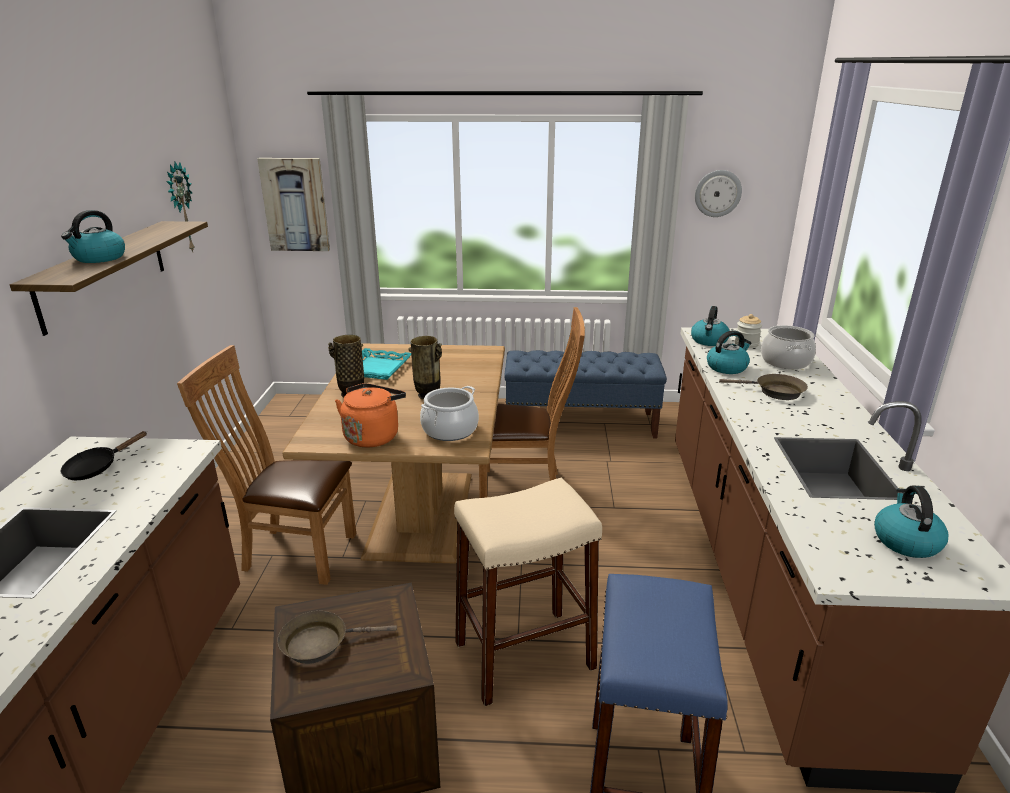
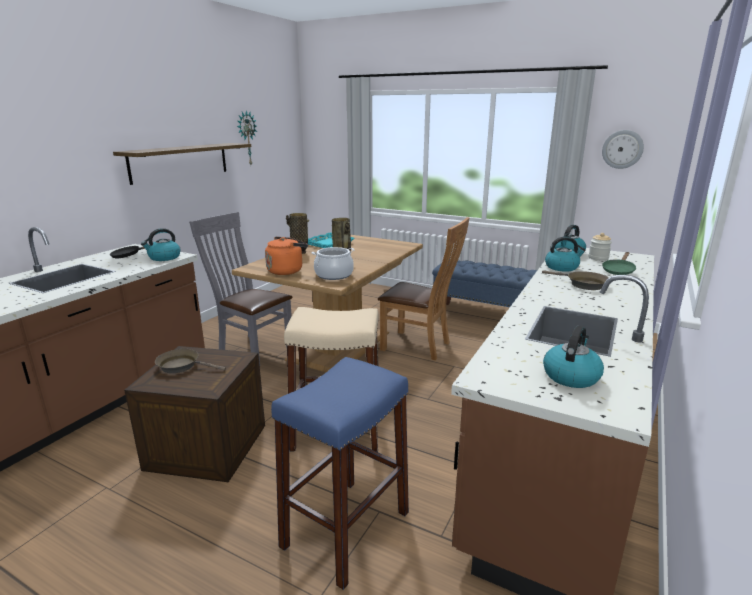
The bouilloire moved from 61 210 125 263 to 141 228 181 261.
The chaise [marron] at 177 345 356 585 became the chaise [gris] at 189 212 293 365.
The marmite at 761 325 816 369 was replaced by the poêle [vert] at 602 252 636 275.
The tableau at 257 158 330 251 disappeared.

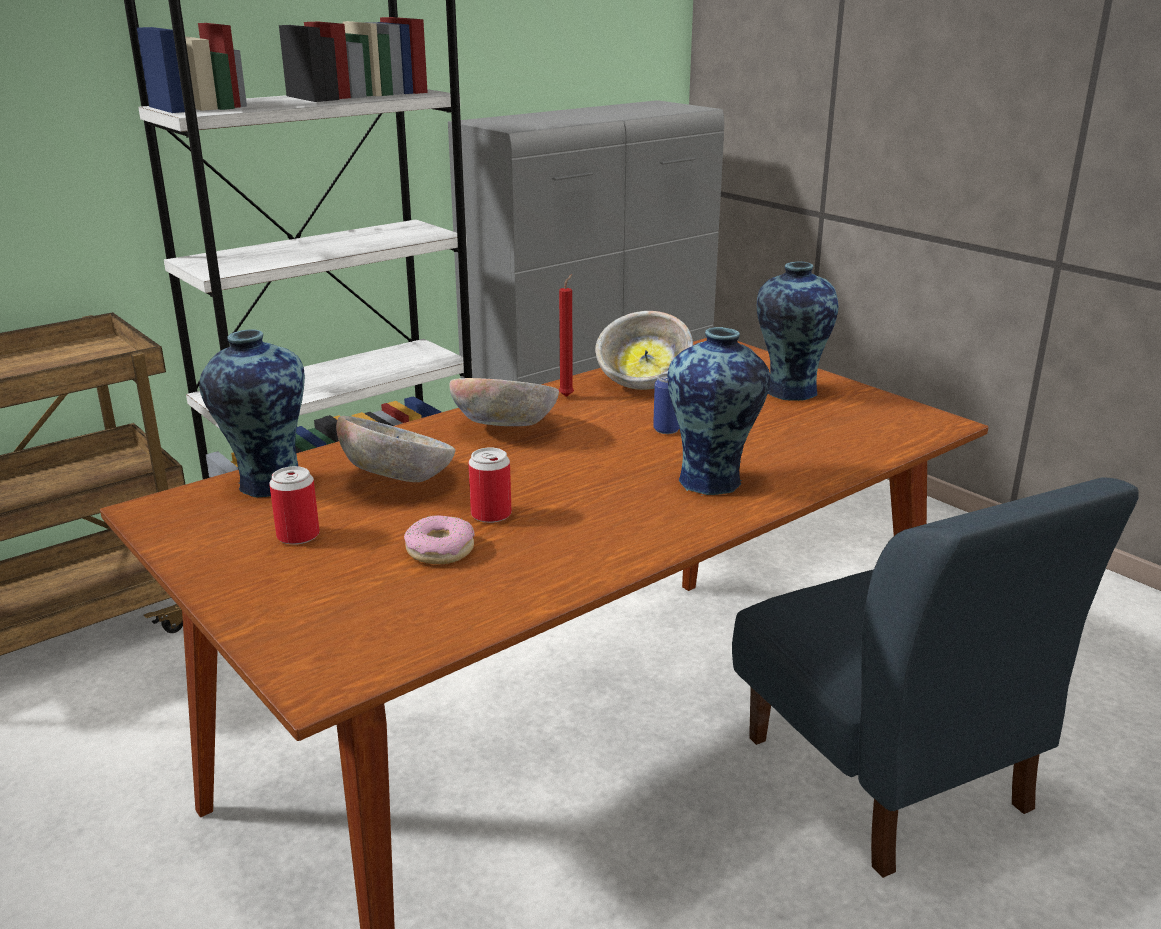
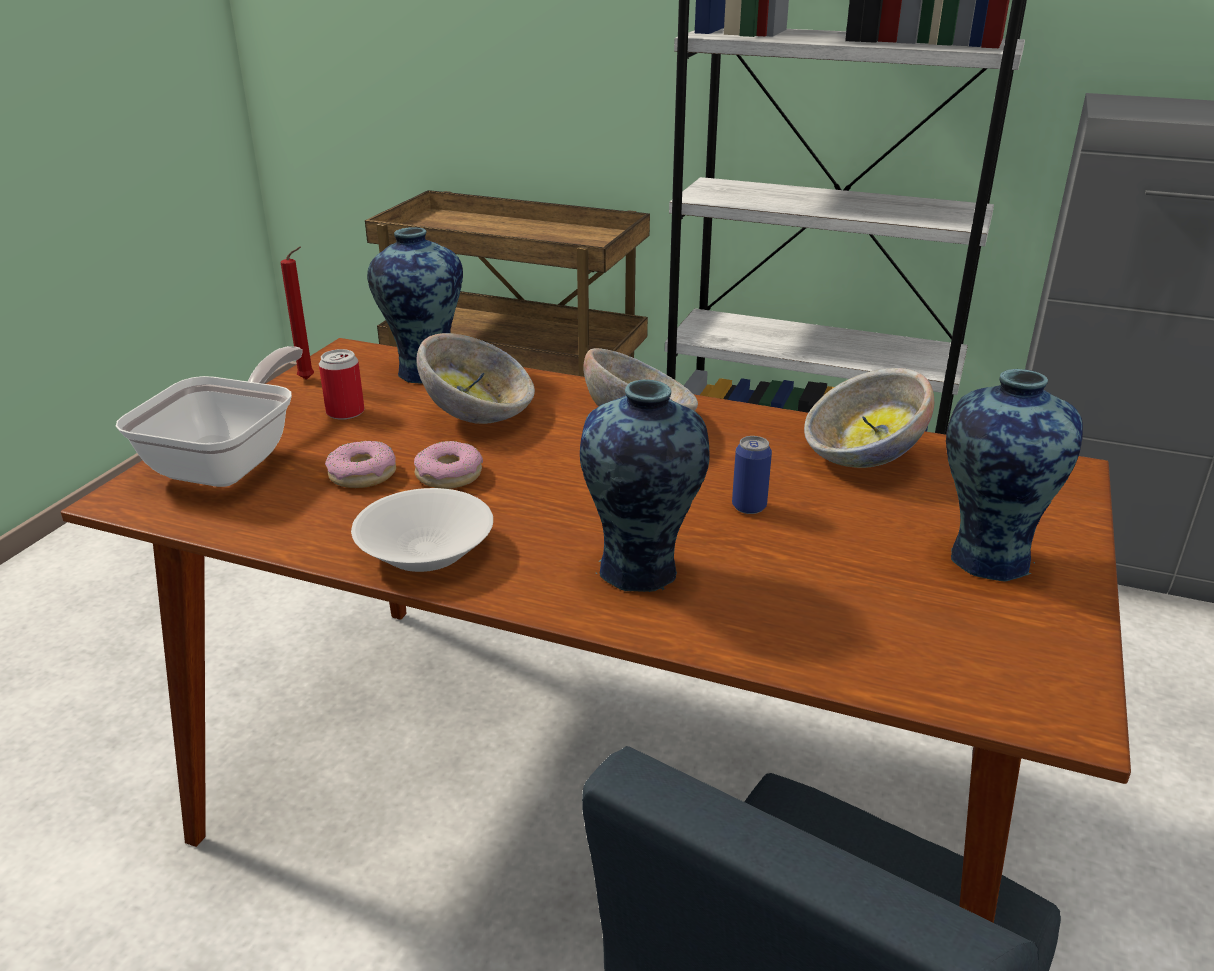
The poêle at 116 346 303 487 appeared.
The bougie [rouge] moved from 559 274 574 397 to 281 247 314 380.
The bol [blanc] at 351 488 493 572 appeared.
The boîte métallique at 468 447 512 523 was replaced by the beignet at 414 441 483 489.

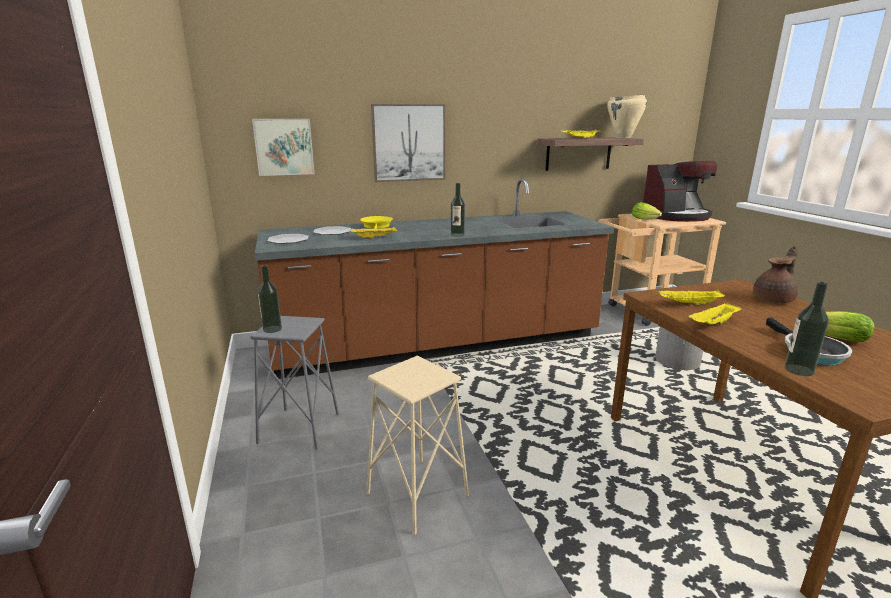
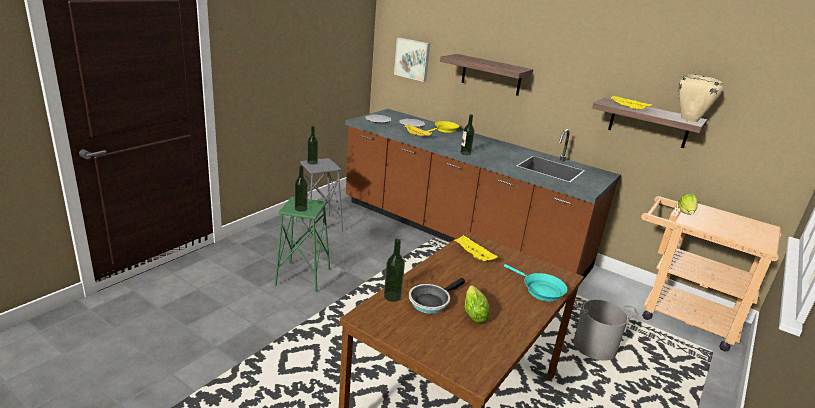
The tabouret [beige] at 366 355 469 535 became the tabouret [vert] at 275 197 330 292.
The bouteille at 295 165 308 212 appeared.
The tableau at 371 104 445 182 was replaced by the étagère at 440 54 533 96.
The théière [marron] at 753 246 798 303 was replaced by the poêle [turquoise] at 504 264 567 302.
The machine à café at 643 161 717 222 disappeared.
The plateau [jaune] at 689 302 742 325 disappeared.

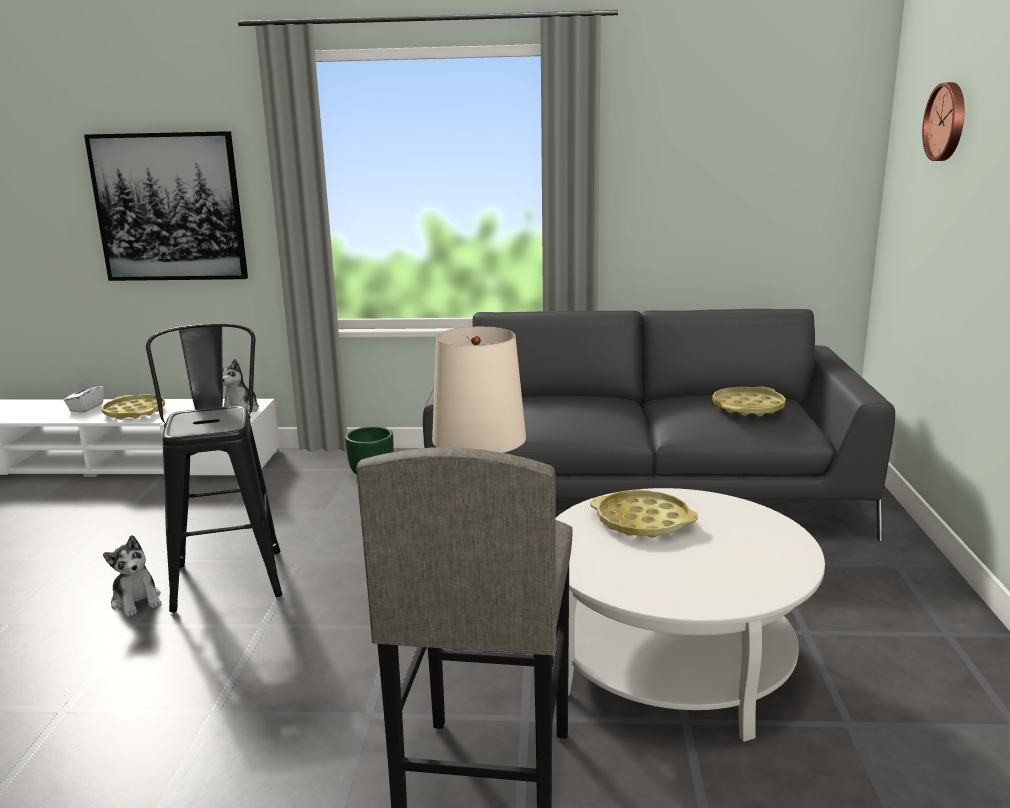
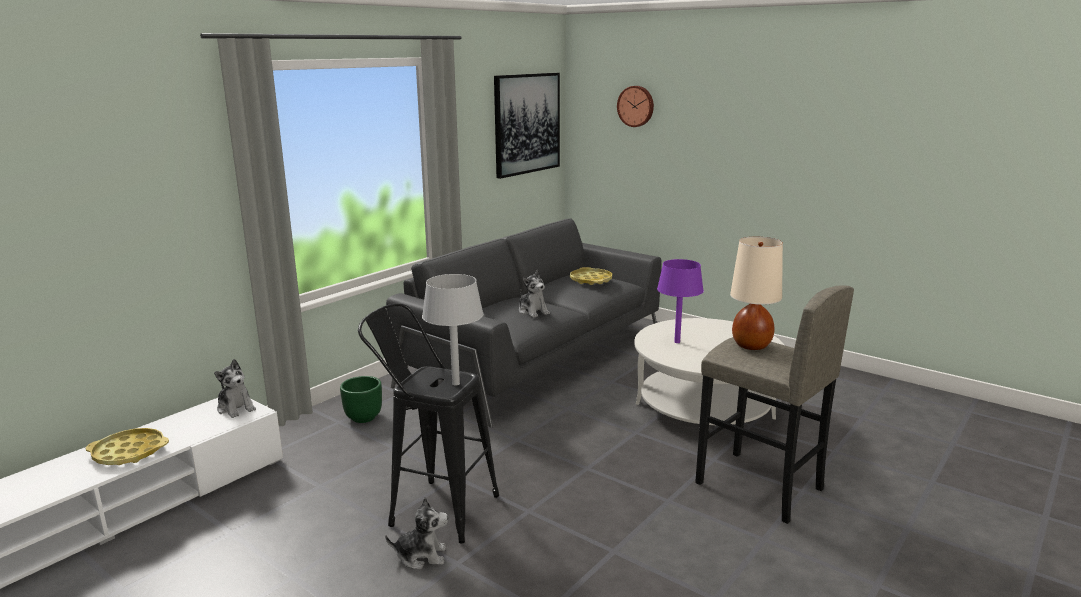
The lampe de table [gris] at 422 274 484 385 appeared.
The tableau moved from 84 131 248 281 to 494 73 560 179.
The peluche at 519 269 550 318 appeared.
The plateau [jaune] at 590 490 698 538 was replaced by the lampe de table [violet] at 657 259 704 343.
The boîte à mouchoirs [blanc] at 64 380 104 413 disappeared.

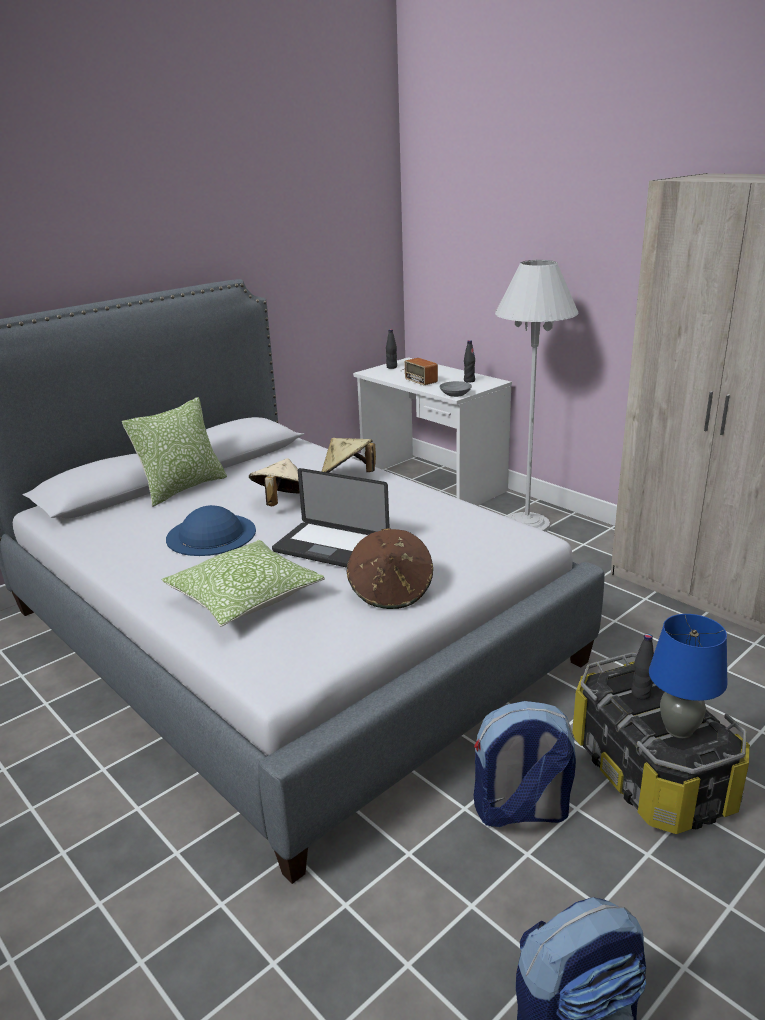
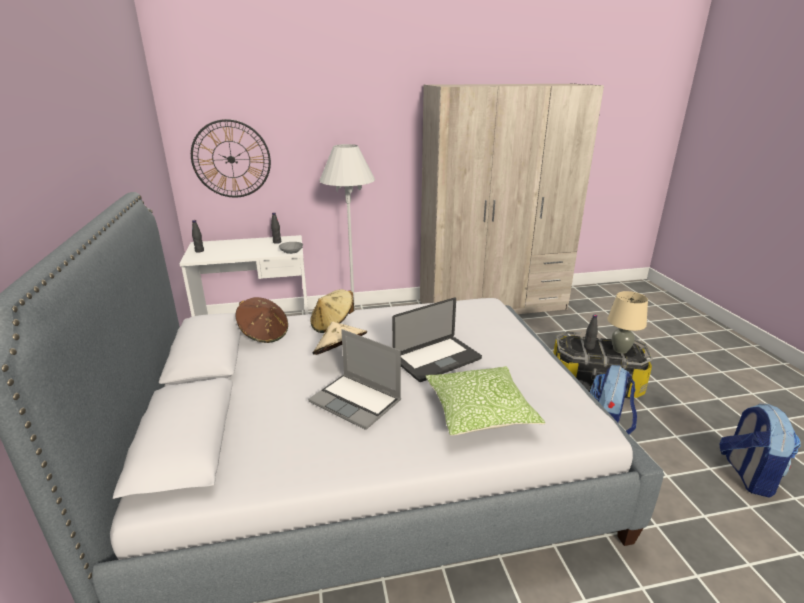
The horloge murale at 191 119 271 197 appeared.
The chapeau [marron] moved from 346 528 433 609 to 235 297 288 343.
The chapeau [bleu] at 166 505 256 556 was replaced by the ordinateur portable at 308 329 401 430.
The lampe de table [bleu] at 649 614 728 739 became the lampe de table [beige] at 608 291 648 354.
The coussin at 122 397 227 507 disappeared.
The radio at 400 358 438 385 disappeared.

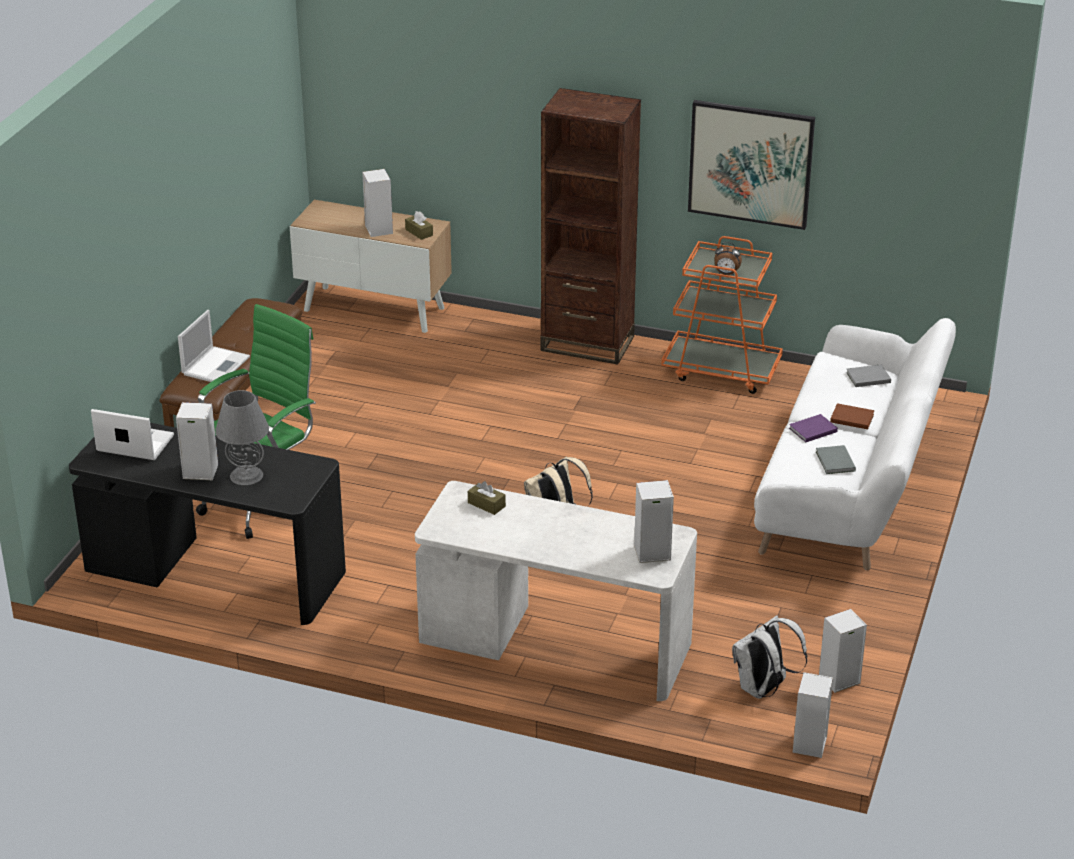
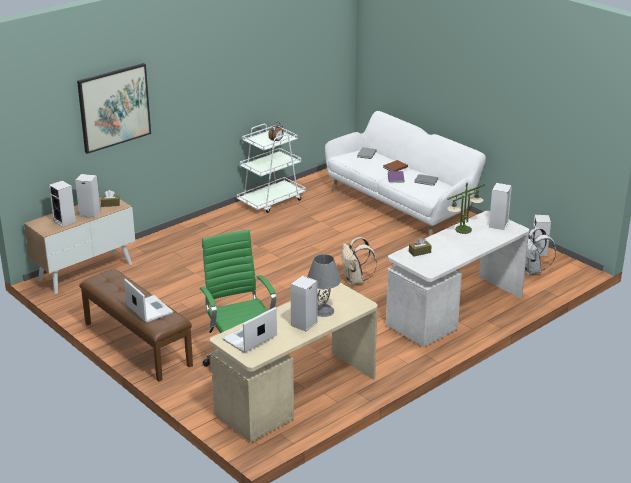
The enceinte moved from 793 672 833 758 to 49 180 76 227.
The tableau moved from 688 100 815 230 to 77 63 151 154.
The bureau [noir] at 69 423 346 625 became the bureau [beige] at 210 283 378 442.
The chariot [orange] at 661 236 783 394 became the chariot [blanc] at 236 124 306 213.
The lampe de table at 447 183 485 234 appeared.
The bibliothèque [marron] at 540 88 641 365 disappeared.

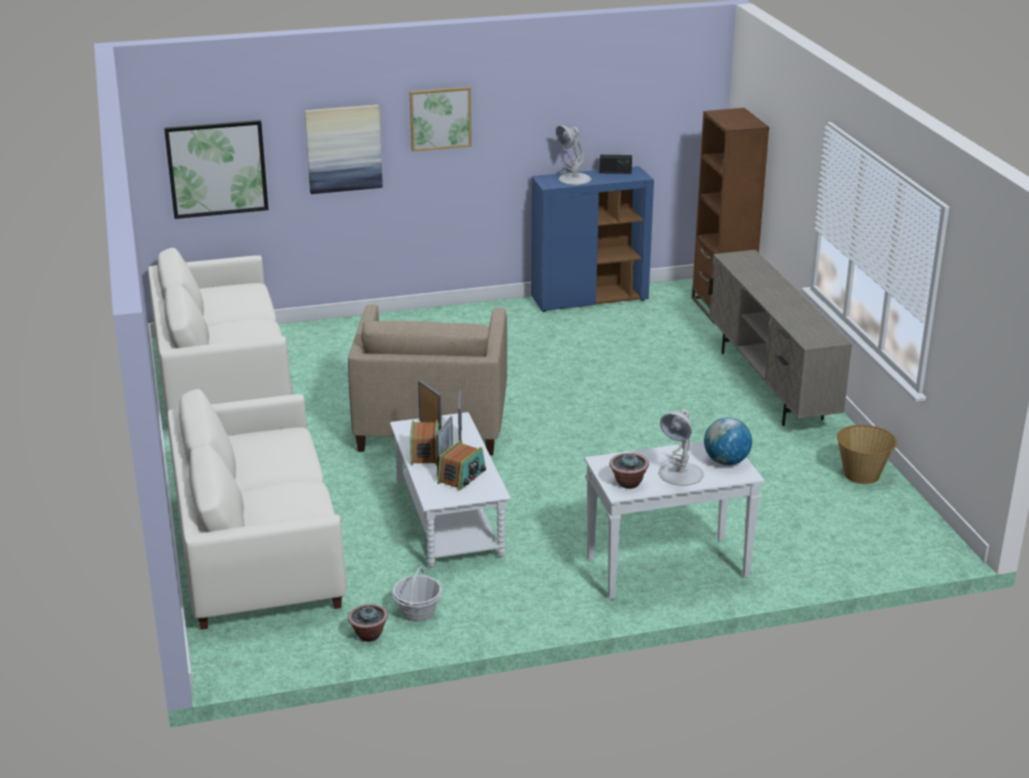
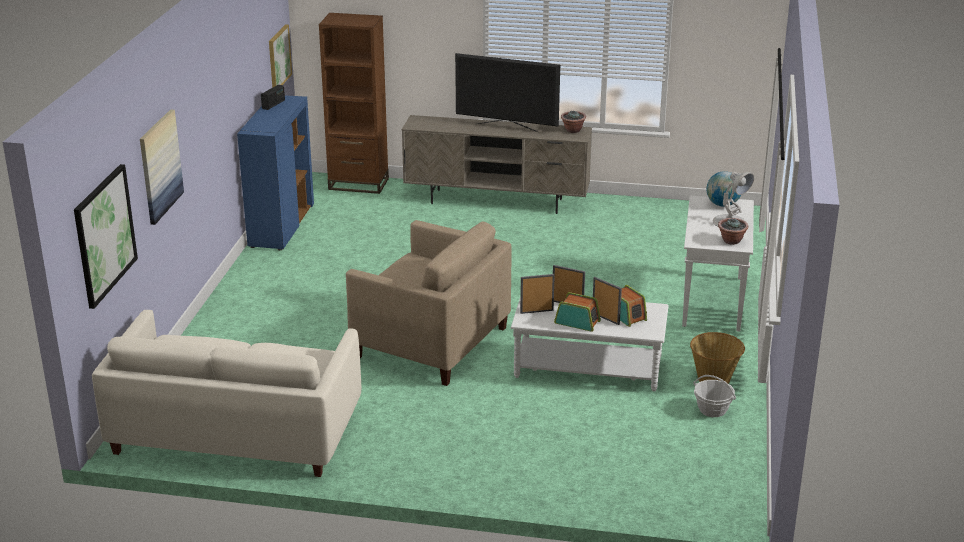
The tableau moved from 410 87 472 152 to 269 24 292 88.
The téléviseur at 455 53 560 132 appeared.
The plante en pot moved from 348 604 388 642 to 561 111 586 133.
The panier moved from 837 425 897 484 to 690 332 745 384.
The canapé [blanc] at 168 389 347 630 disappeared.
The lampe de table [blanc] at 556 125 591 185 disappeared.

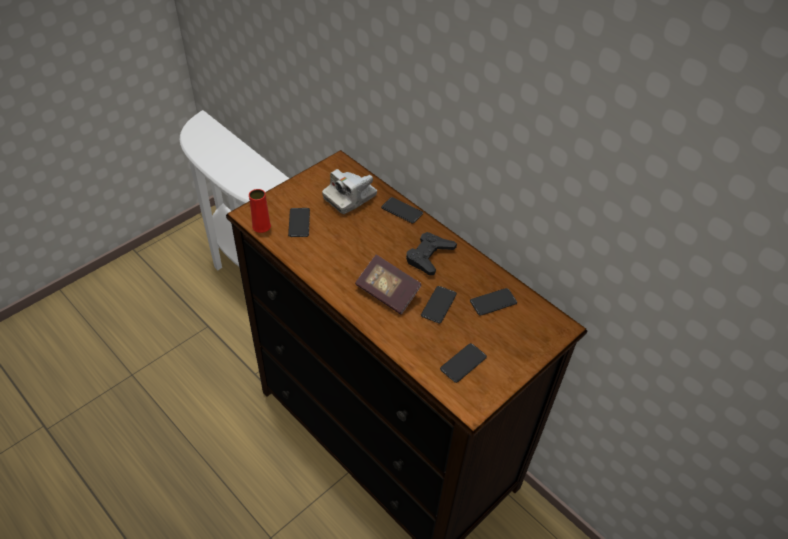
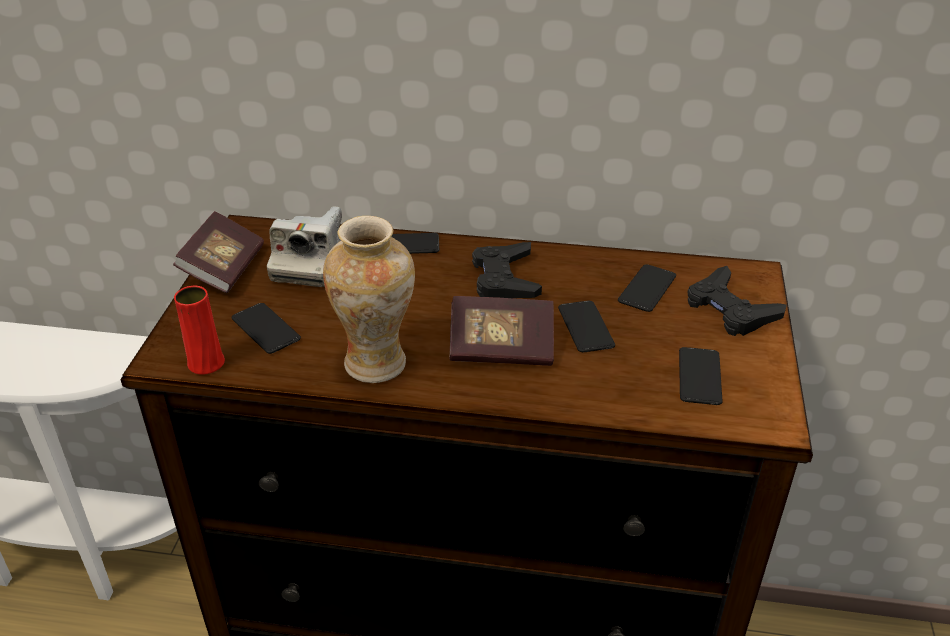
The livre at 173 211 264 293 appeared.
The vase at 323 216 415 383 appeared.
The manette [noir] at 687 266 787 336 appeared.

